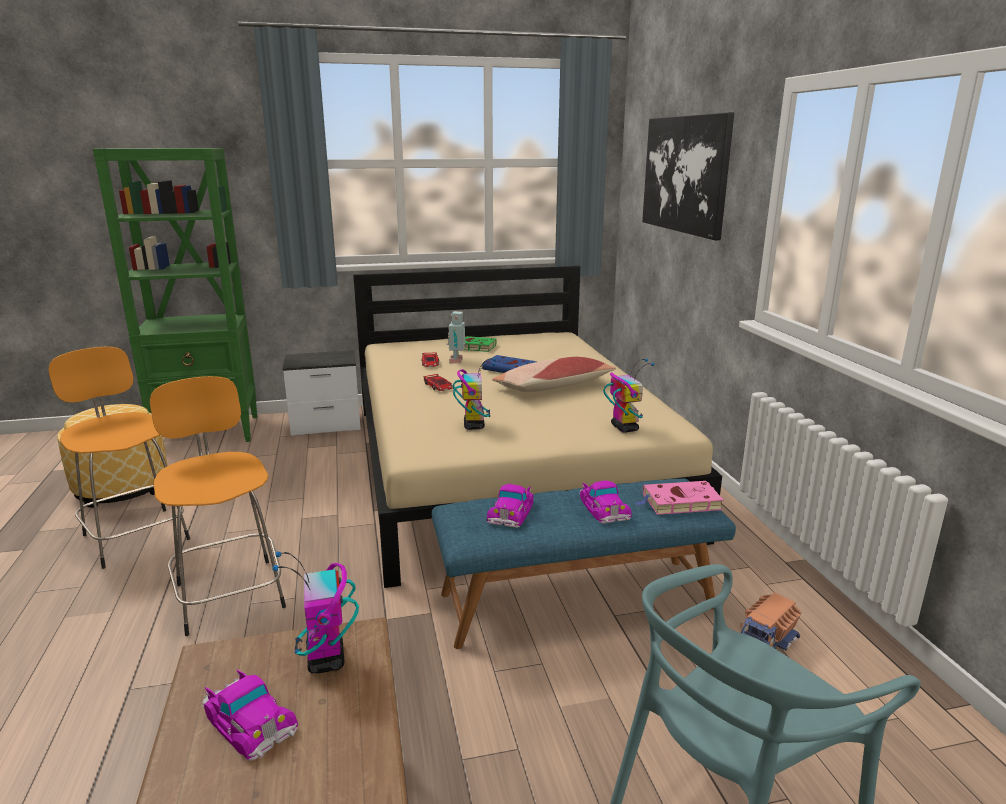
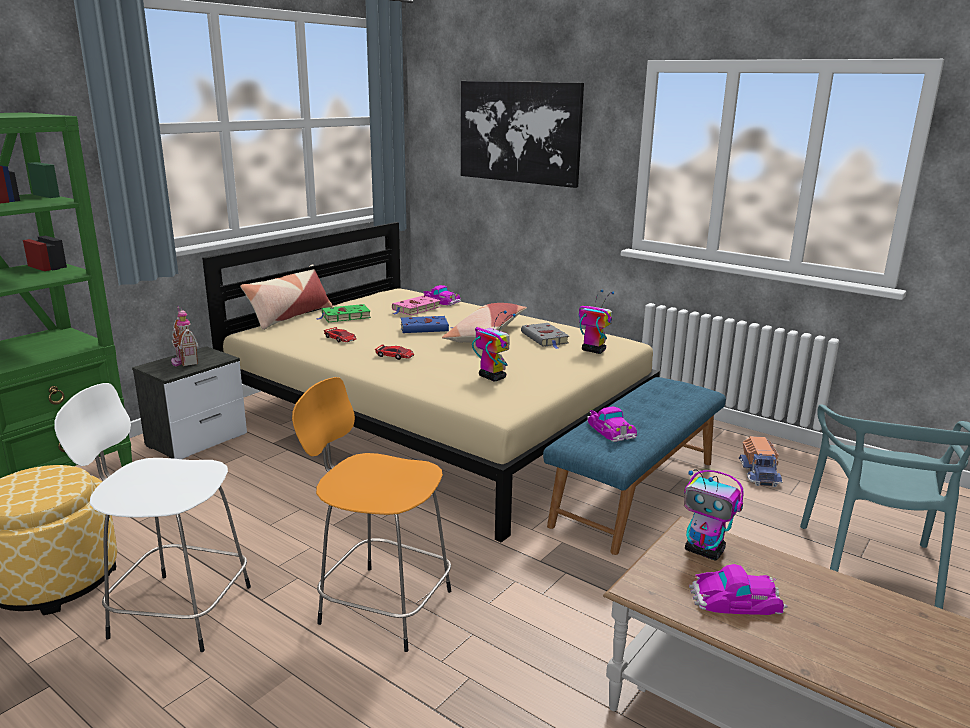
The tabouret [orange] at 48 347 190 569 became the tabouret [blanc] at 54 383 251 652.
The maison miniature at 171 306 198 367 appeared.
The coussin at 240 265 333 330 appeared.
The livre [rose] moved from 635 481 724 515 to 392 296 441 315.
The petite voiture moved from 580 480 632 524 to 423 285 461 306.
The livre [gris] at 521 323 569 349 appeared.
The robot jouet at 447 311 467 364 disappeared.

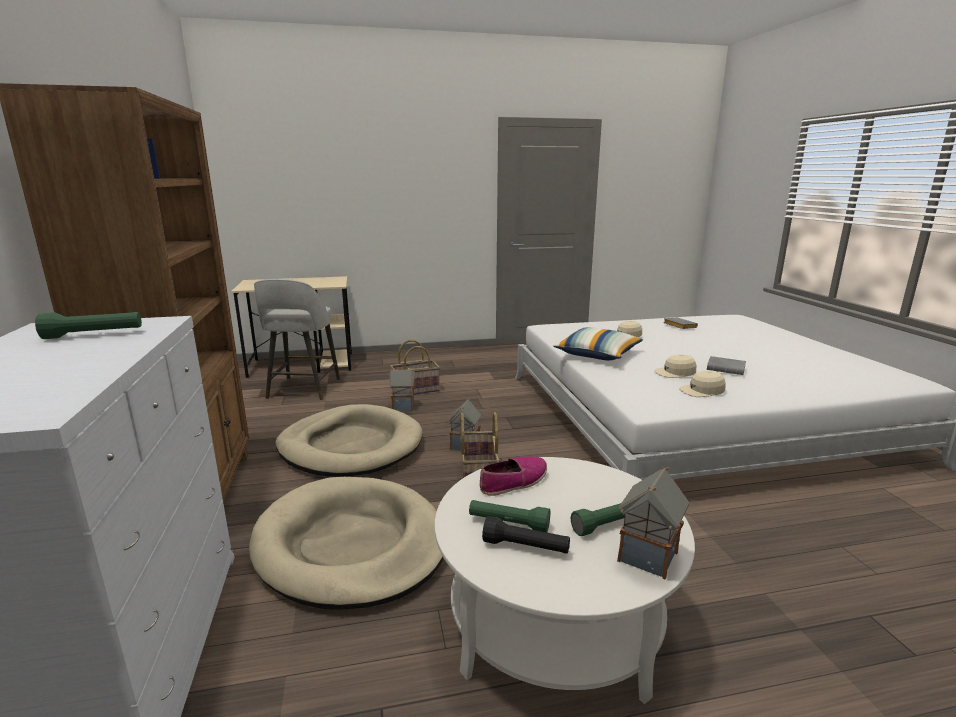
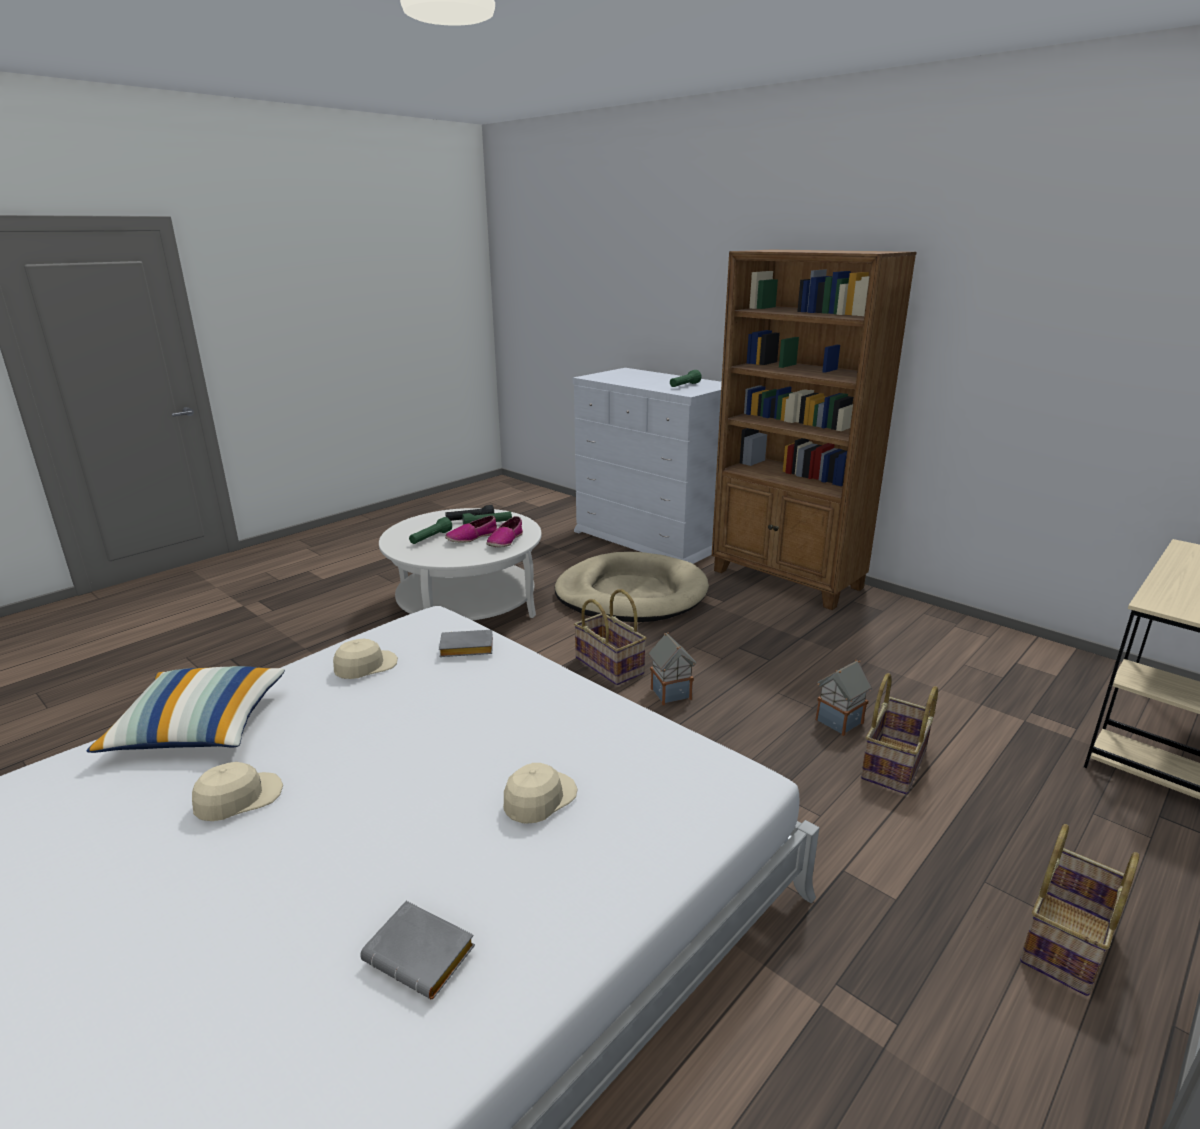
The coussin moved from 553 327 643 360 to 86 666 285 753.
The casquette [beige] moved from 654 354 696 378 to 192 762 283 821.
The livre [gris] moved from 707 356 746 375 to 439 630 493 657.
The chaussure at 445 516 497 543 appeared.
The panier at 1020 824 1139 996 appeared.
The tabouret [gris] at 254 279 340 400 disappeared.
The panier pour chien [beige] at 276 404 422 477 disappeared.
The maison miniature at 617 467 690 580 disappeared.

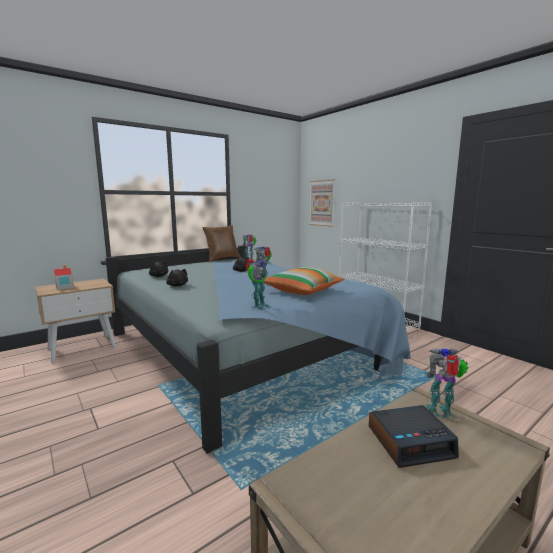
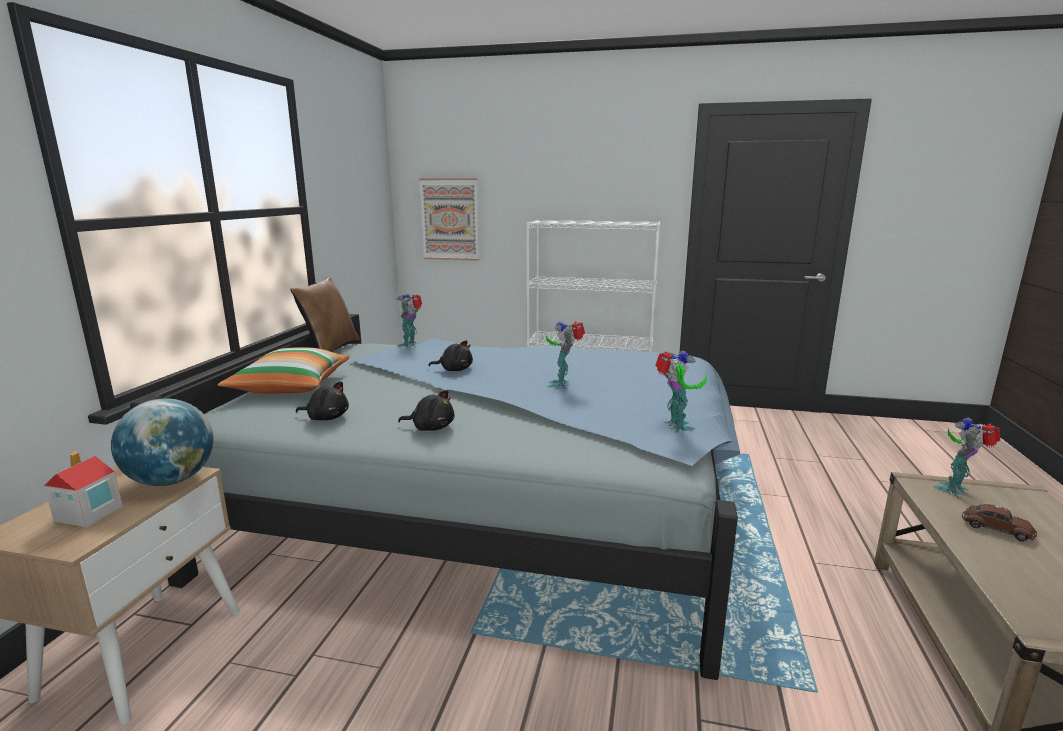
The globe at 111 398 214 486 appeared.
The coussin moved from 263 267 344 295 to 218 347 350 394.
The réveil at 369 405 459 468 was replaced by the petite voiture [marron] at 962 504 1037 542.

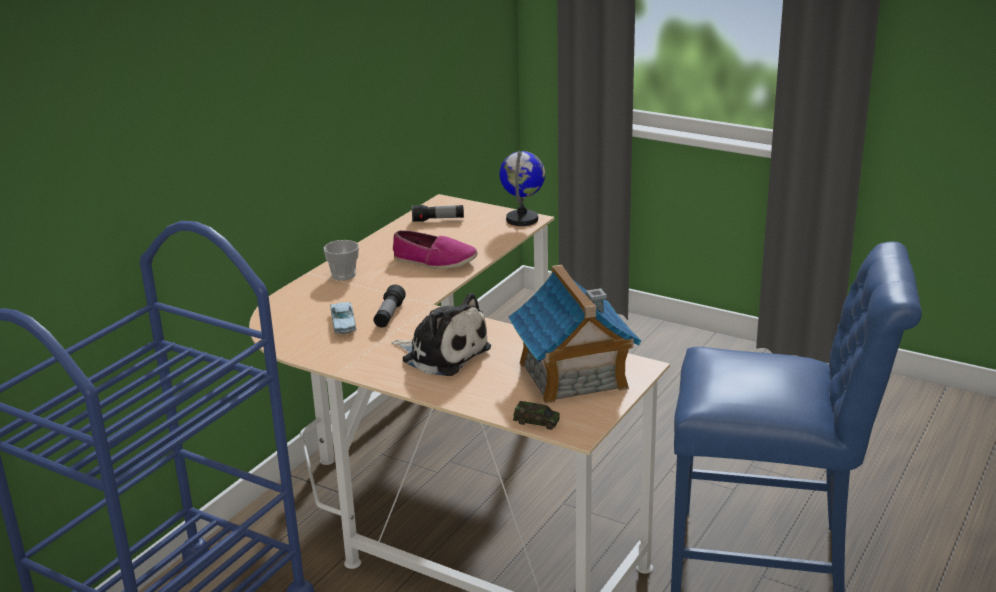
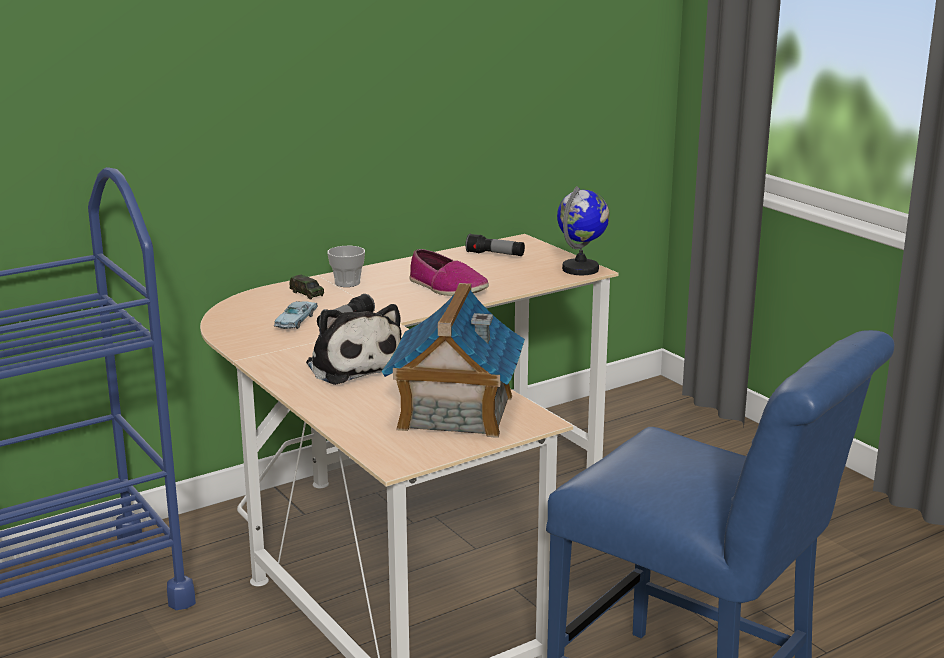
The petite voiture moved from 513 401 560 430 to 289 275 324 299.

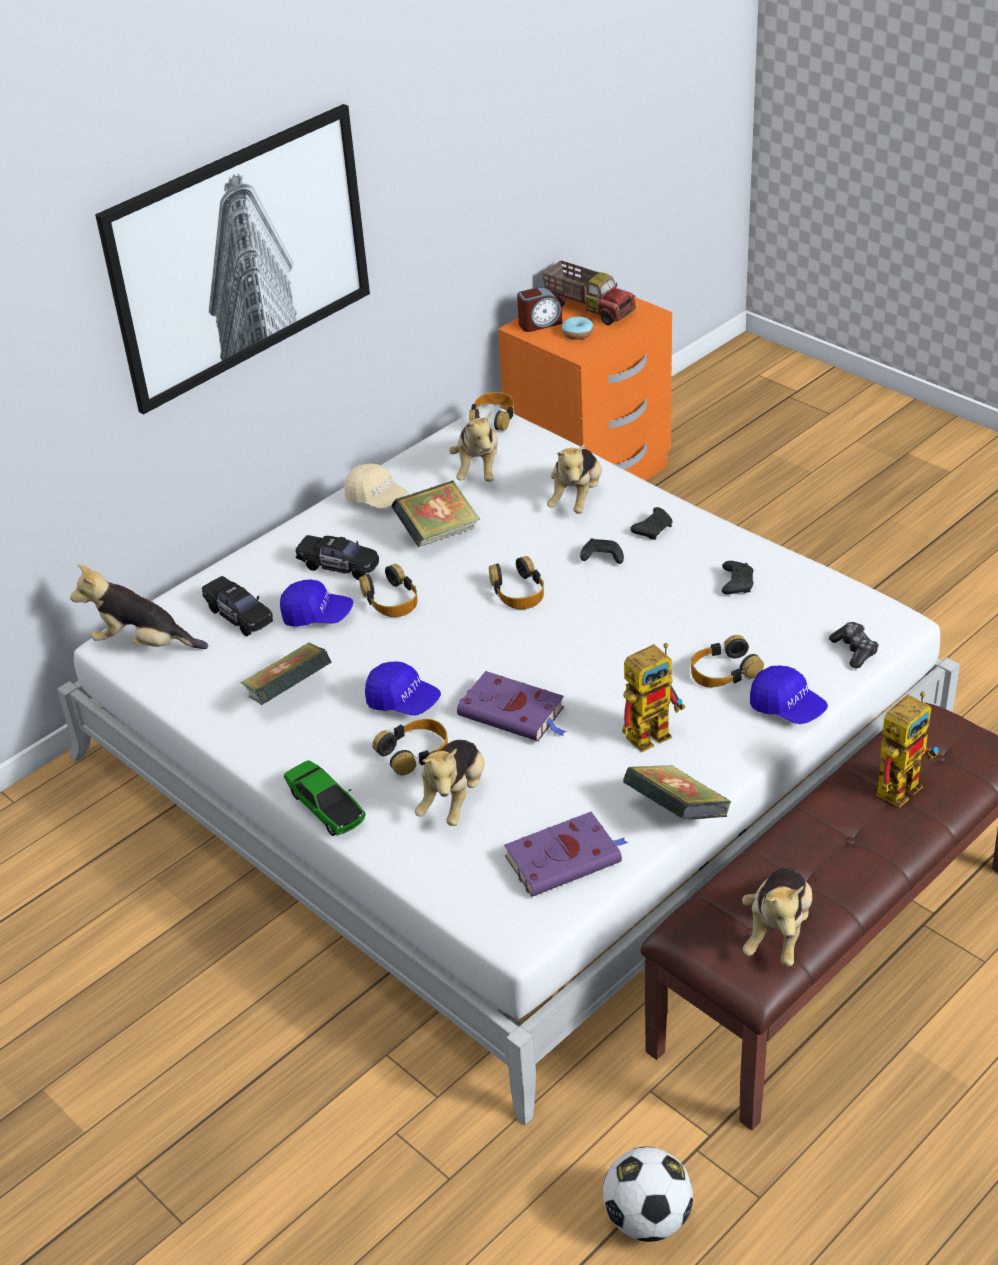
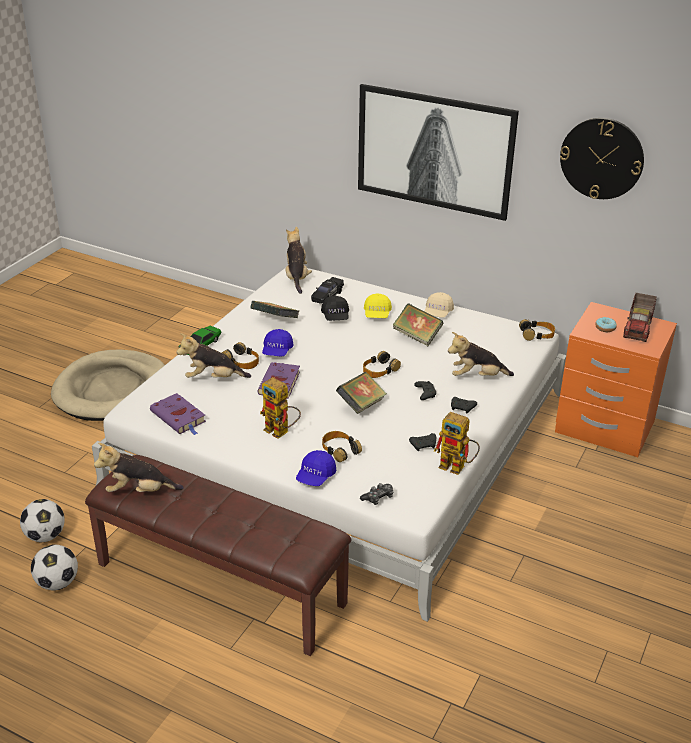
The ballon de foot at 31 544 78 591 appeared.
The panier pour chien [beige] at 51 350 165 421 appeared.
The casquette [bleu] at 280 580 353 627 became the casquette [noir] at 321 296 349 321.
The livre moved from 623 765 732 820 to 336 372 387 414.
The petite voiture [noir] at 296 535 379 580 was replaced by the casquette [jaune] at 364 293 392 318.
The robot jouet moved from 876 691 939 808 to 434 412 480 475.
The horloge murale at 560 118 644 199 appeared.
The casque audio at 359 564 418 617 disappeared.
The peluche at 449 412 498 482 disappeared.
The réveil at 517 287 562 332 disappeared.

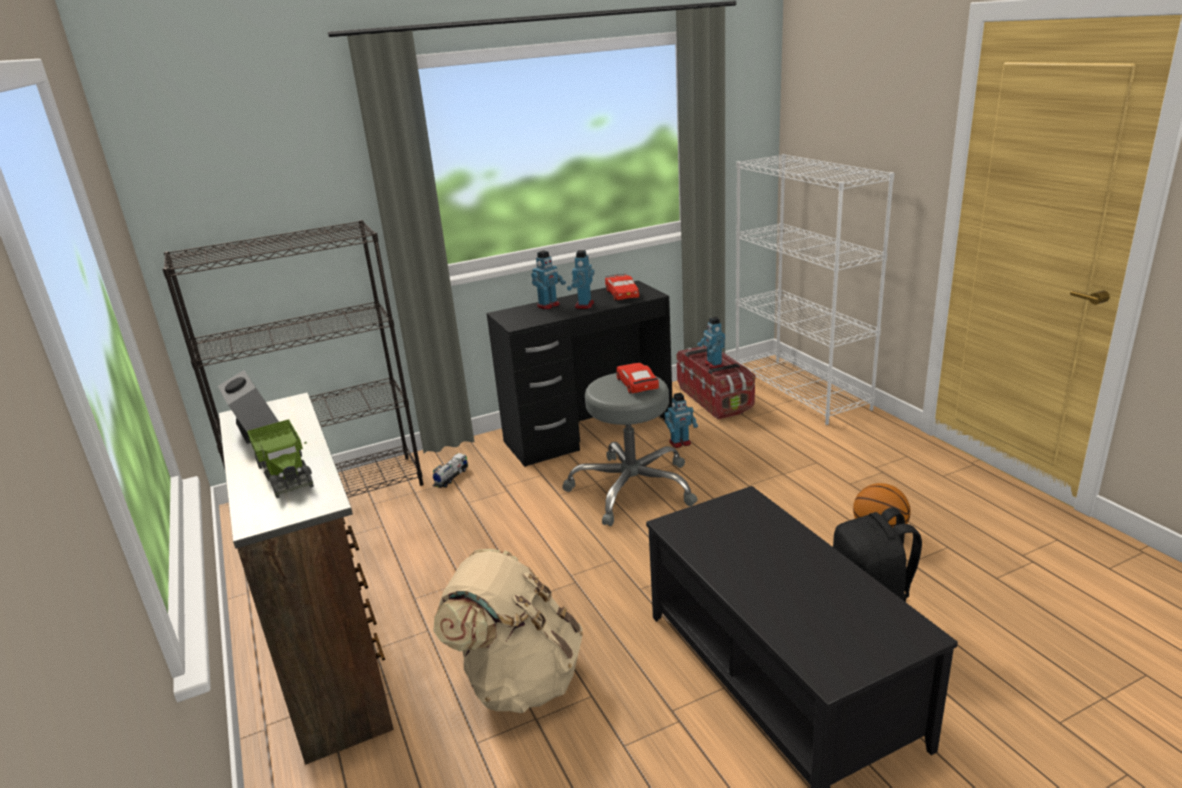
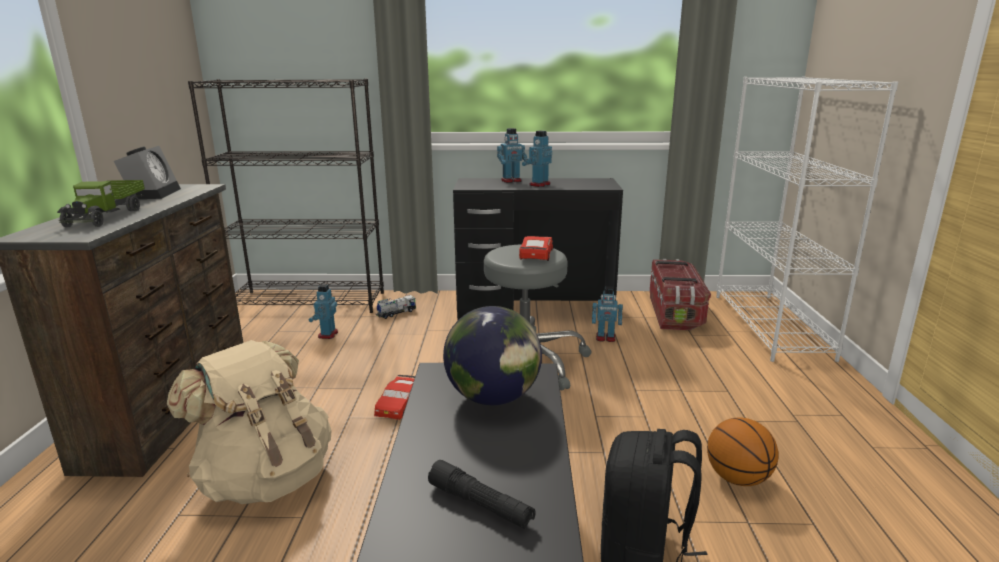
The robot jouet moved from 697 317 725 369 to 309 284 338 339.
The petite voiture [rouge] moved from 605 274 639 301 to 374 375 415 420.
The lampe de poche [noir] at 428 460 536 529 appeared.
The globe at 443 306 542 405 appeared.

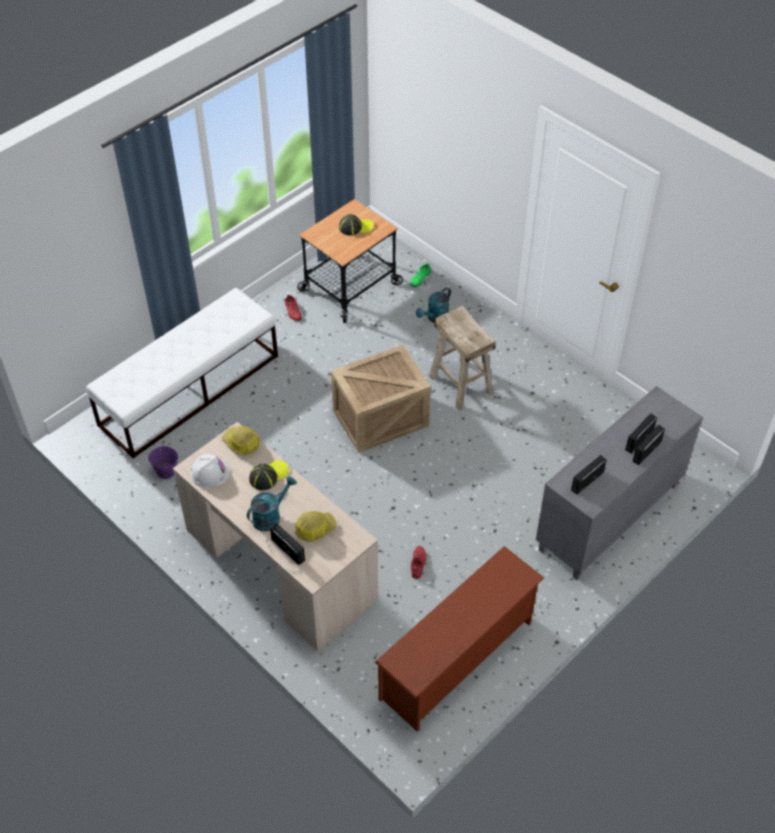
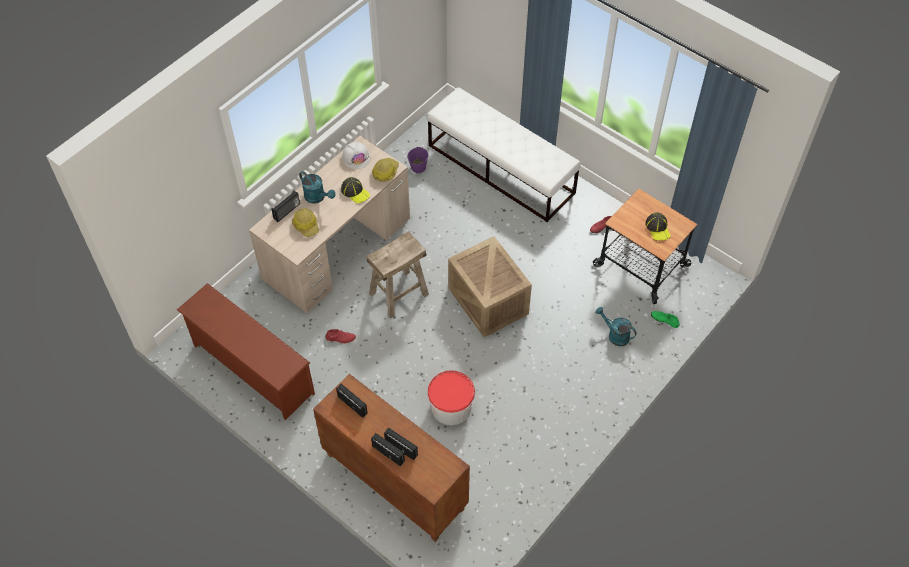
The meuble de rangement [gris] at 536 386 703 580 became the meuble de rangement [marron] at 313 374 470 542.
The tabouret [beige] moved from 429 306 496 411 to 366 231 429 319.
The seau at 427 370 475 425 appeared.

